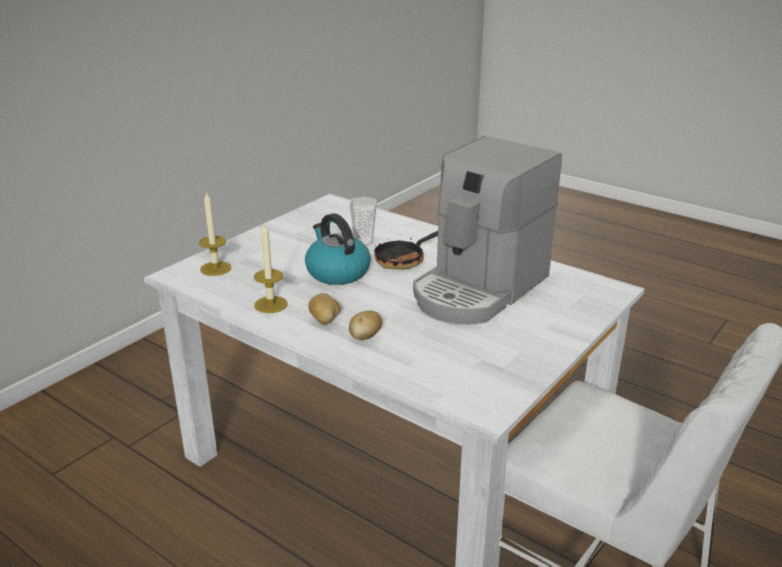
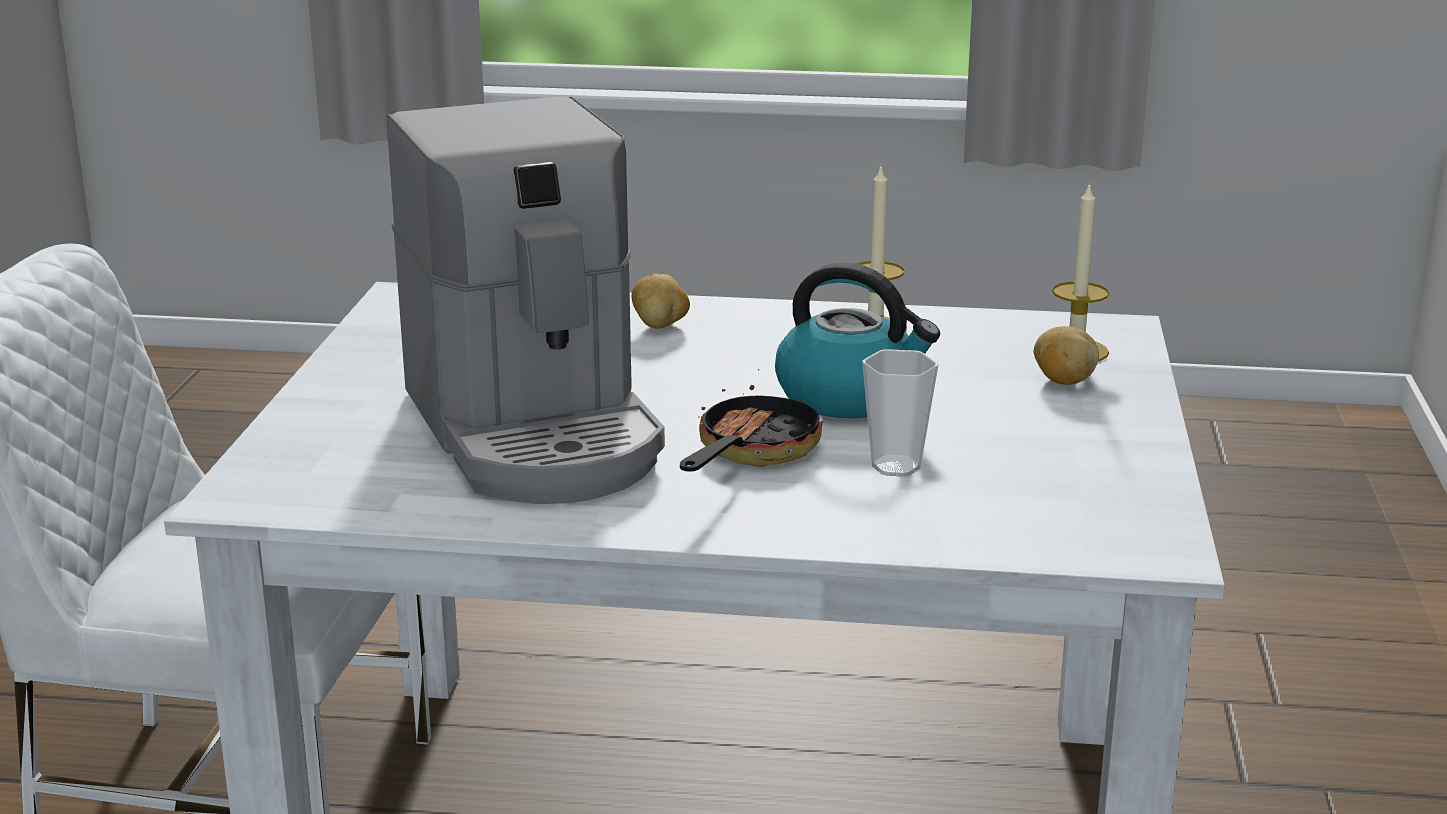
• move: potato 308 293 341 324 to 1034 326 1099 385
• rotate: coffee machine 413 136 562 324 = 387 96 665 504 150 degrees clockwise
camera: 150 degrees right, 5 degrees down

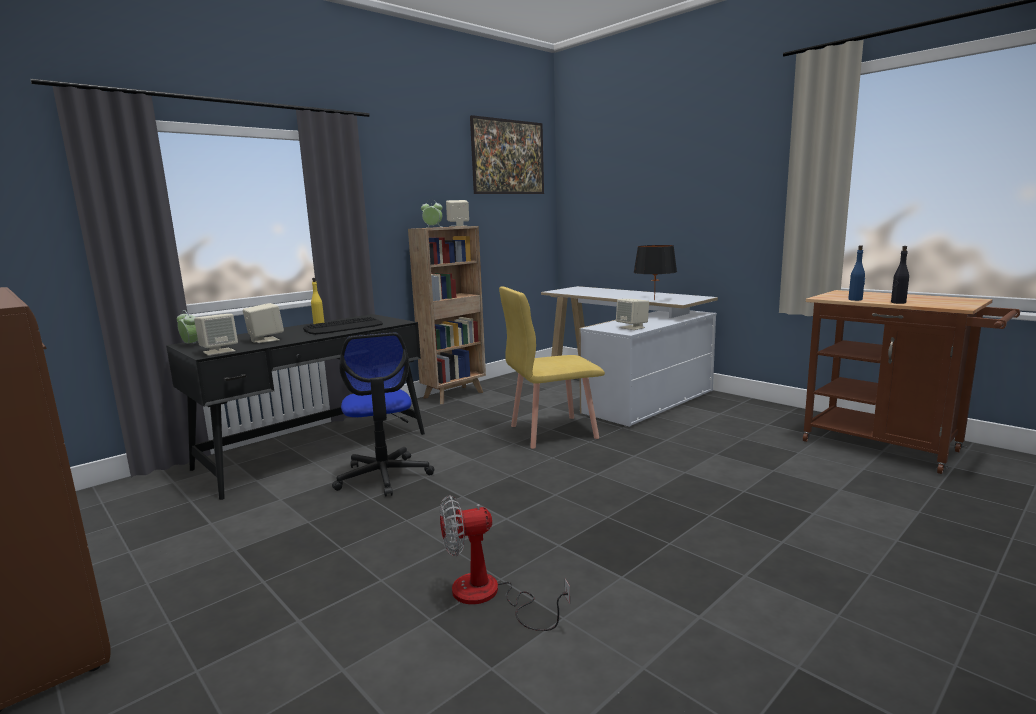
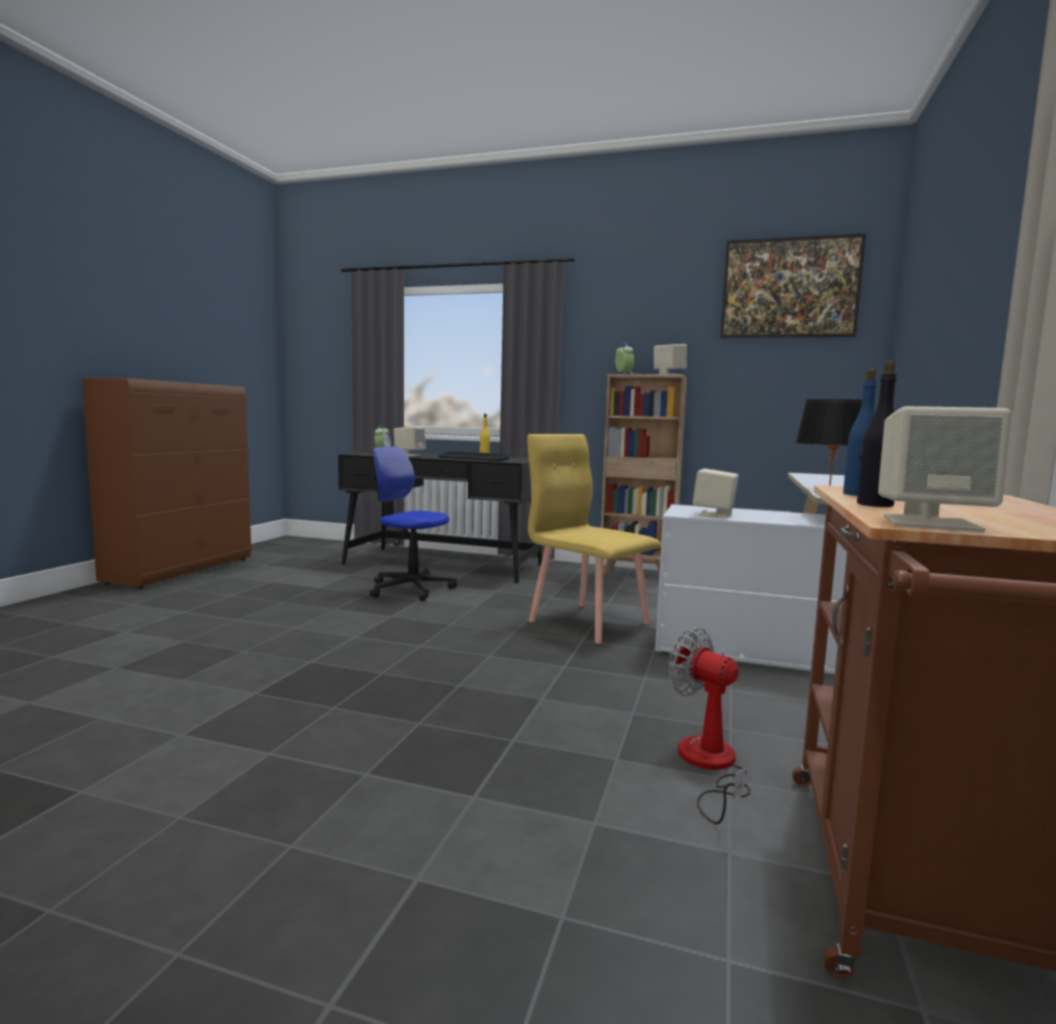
• move: beige speaker 194 314 238 356 to 878 406 1012 531
• move: fan 440 495 570 631 to 669 627 750 824
• rotate: office chair 332 333 434 497 = 370 446 457 601 75 degrees clockwise
camera: 60 degrees right, 5 degrees down

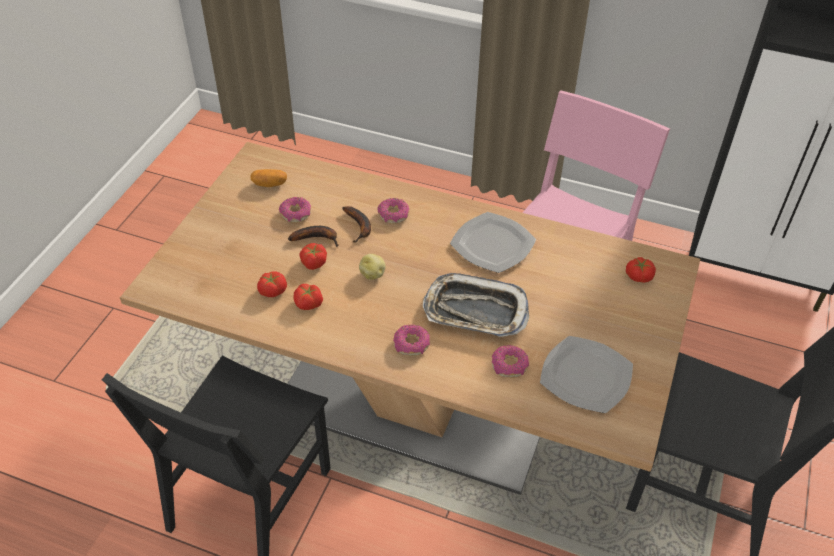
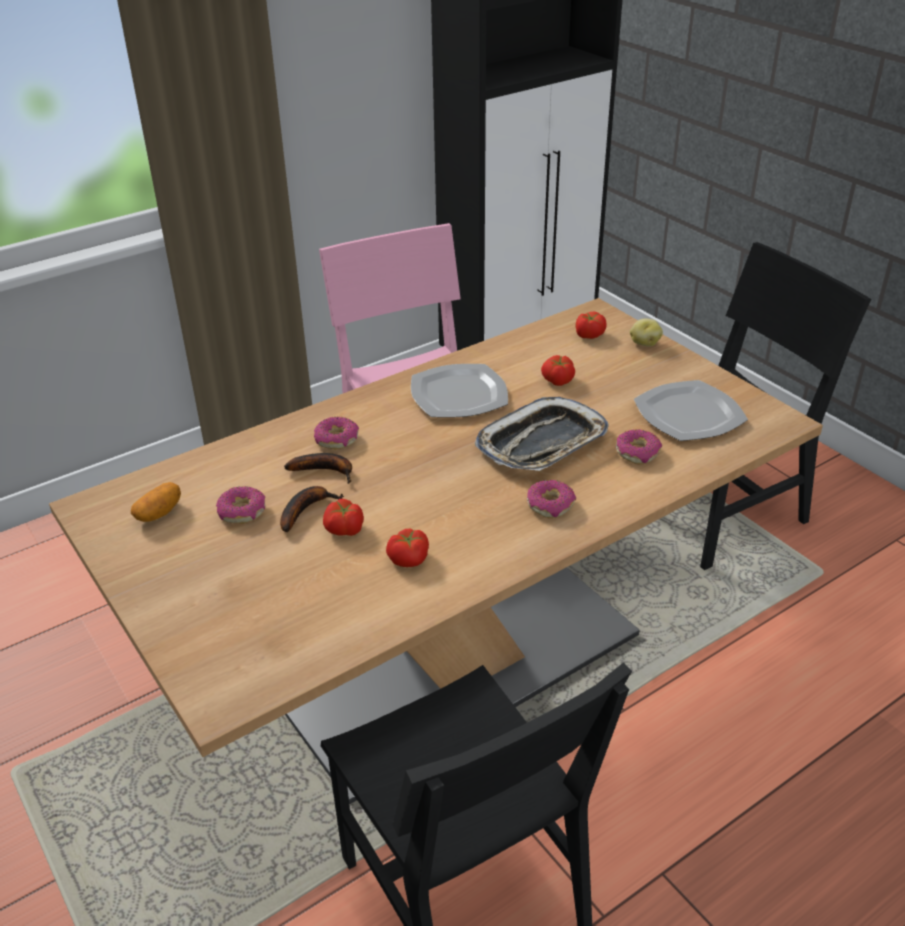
• move: tomato 257 271 287 297 to 541 355 575 386
• move: potato 359 254 386 280 to 630 319 663 347
camera: 55 degrees left, 10 degrees down

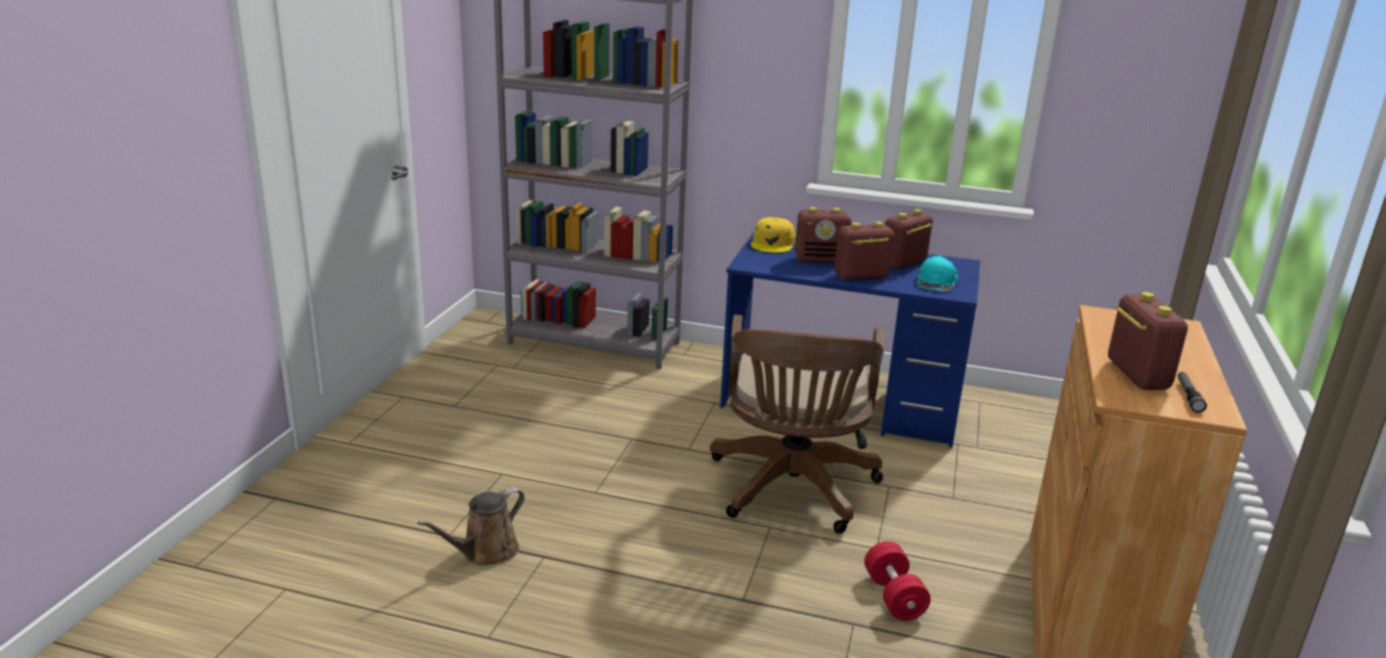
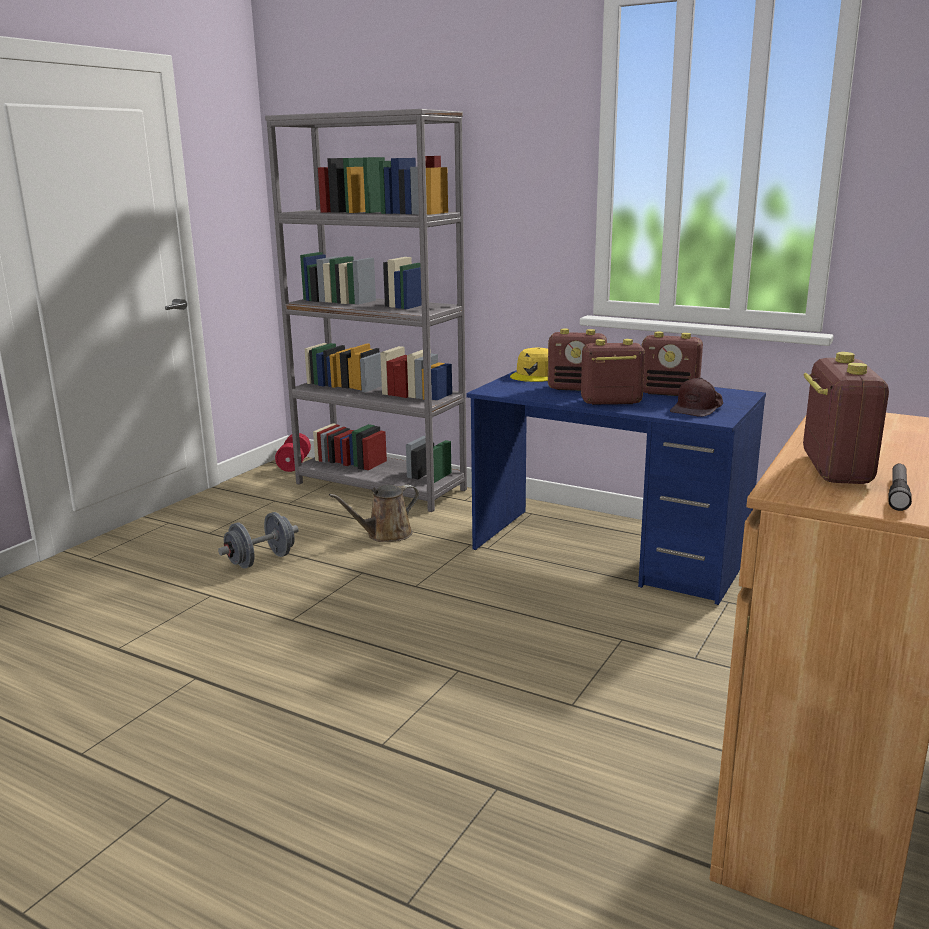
• delete: brown office chair 710 315 885 534
• insert: grey dumbbell 218 512 298 568
• move: brown watering can 418 487 525 566 to 329 485 419 542
• move: red dumbbell 864 541 931 621 to 275 433 311 472
• recolor: turquoise cap 916 255 957 292 to brown cap 670 377 723 417
• rotate: radio 885 209 933 269 = 642 331 703 396 135 degrees counterclockwise
camera: 15 degrees right, 5 degrees down

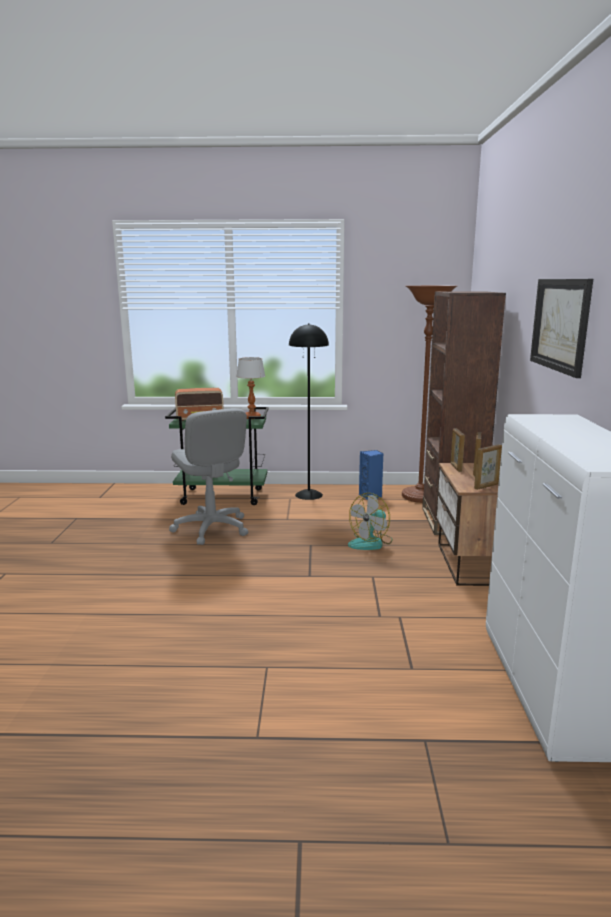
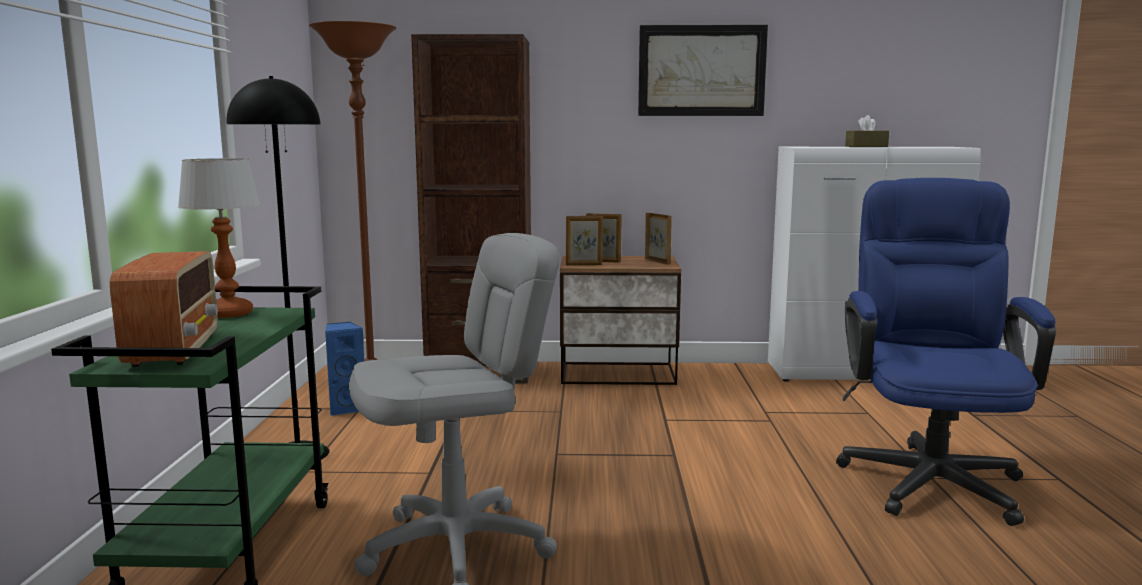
• delete: fan 348 493 393 550
• insert: blue office chair 836 178 1056 526
• insert: brown tissue box 845 115 889 147
camera: 90 degrees left, 5 degrees down

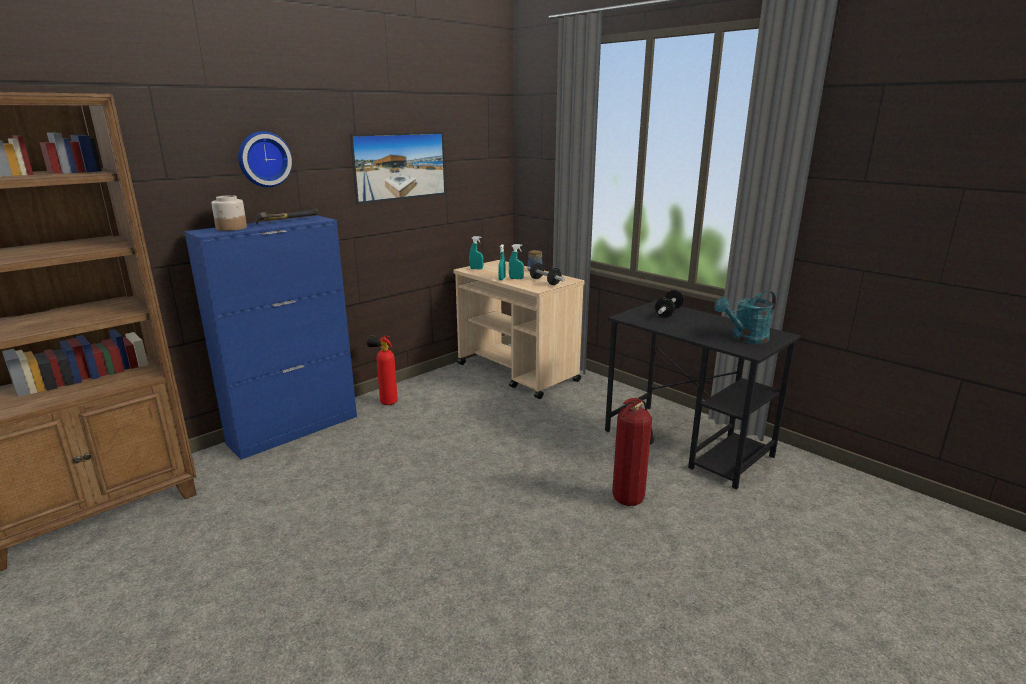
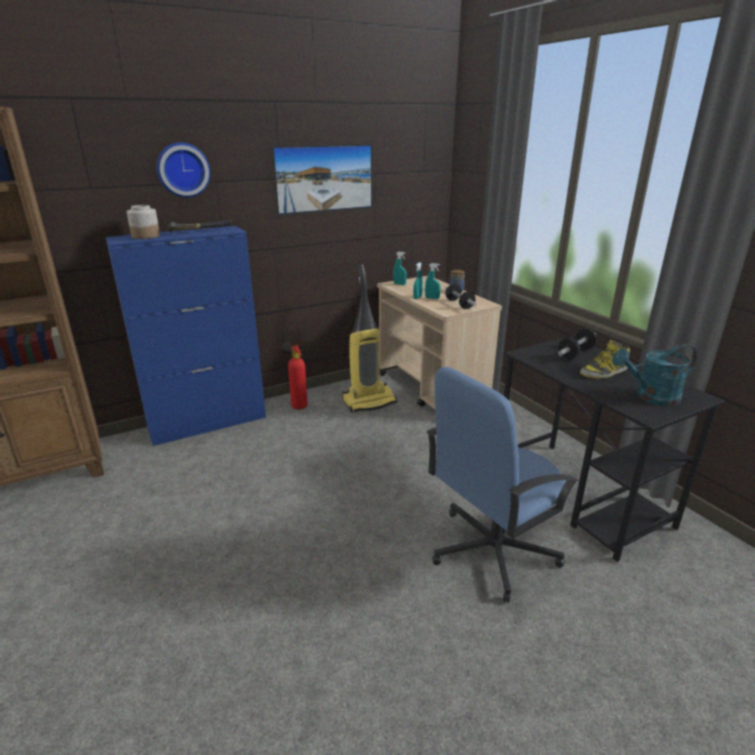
• insert: vacuum cleaner 342 264 397 412
• insert: boot 580 340 630 379
• replace: fire extinguisher 612 398 654 506 to blue office chair 427 367 579 603
camera: 15 degrees right, 5 degrees up

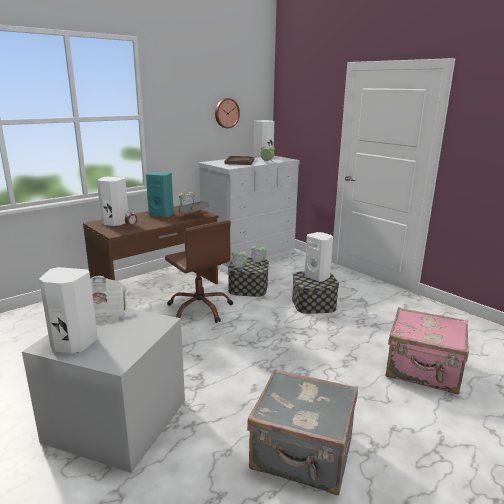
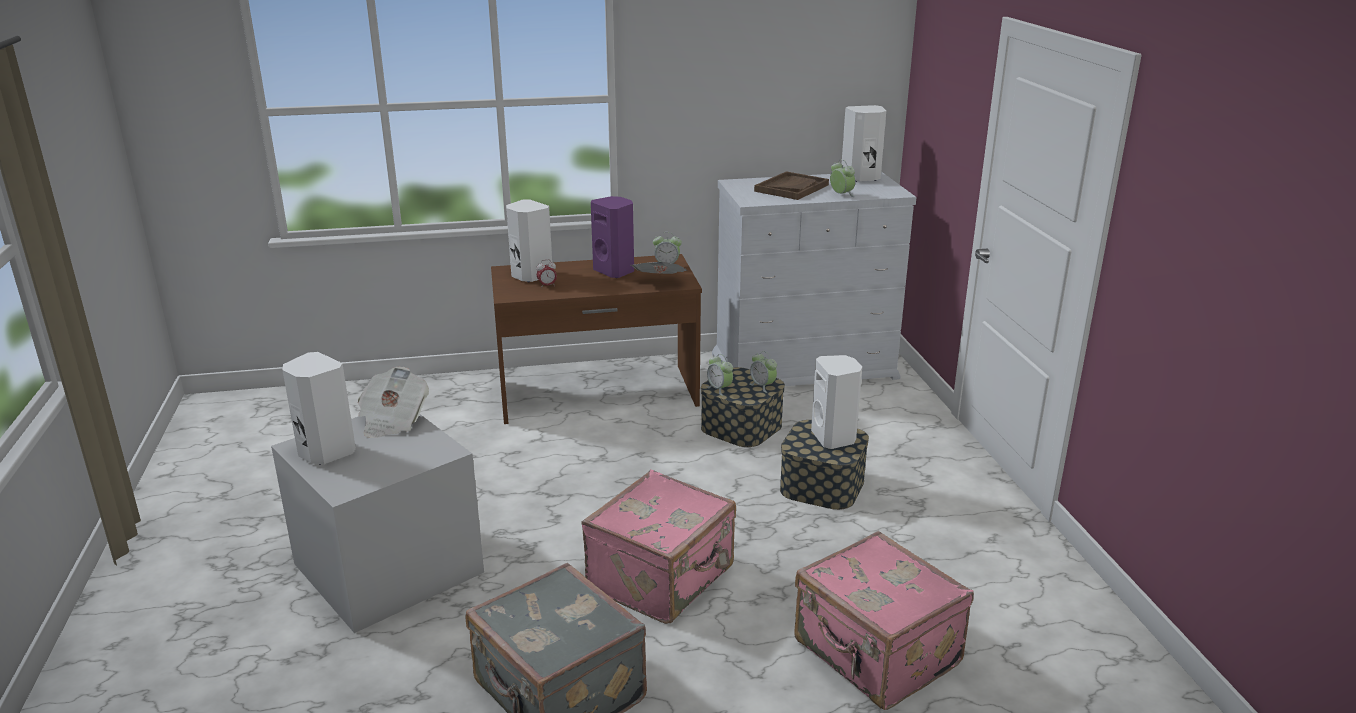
• delete: brown office chair 165 220 233 323
• delete: wall clock 215 98 240 128
• insert: pink suitcase 581 469 736 624
• recolor: turquoise speaker 146 171 174 218 to purple speaker 591 196 634 278
camera: 30 degrees right, 5 degrees up

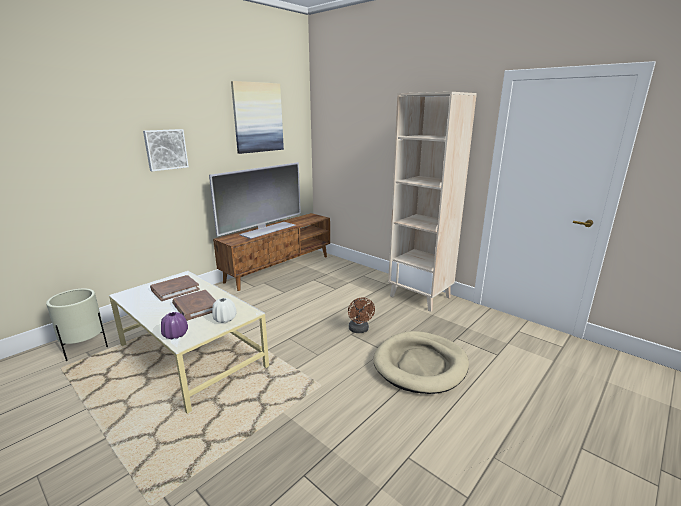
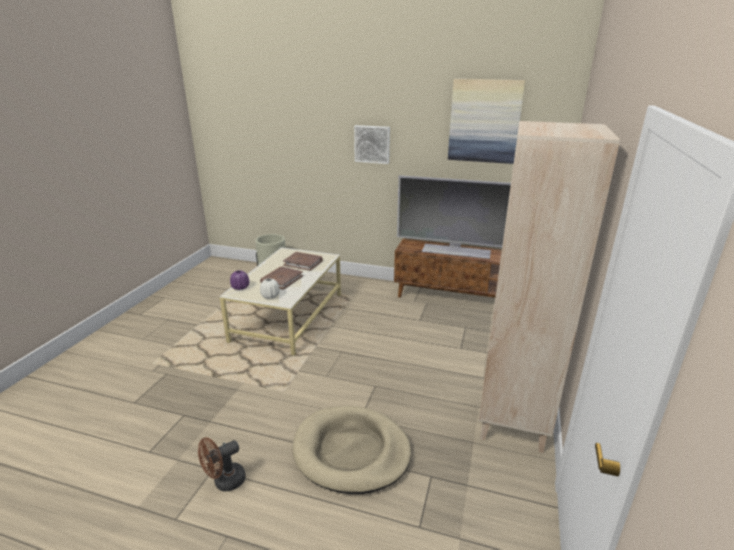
• move: brown fan 348 298 375 333 to 198 437 246 491
camera: 65 degrees right, 5 degrees up

